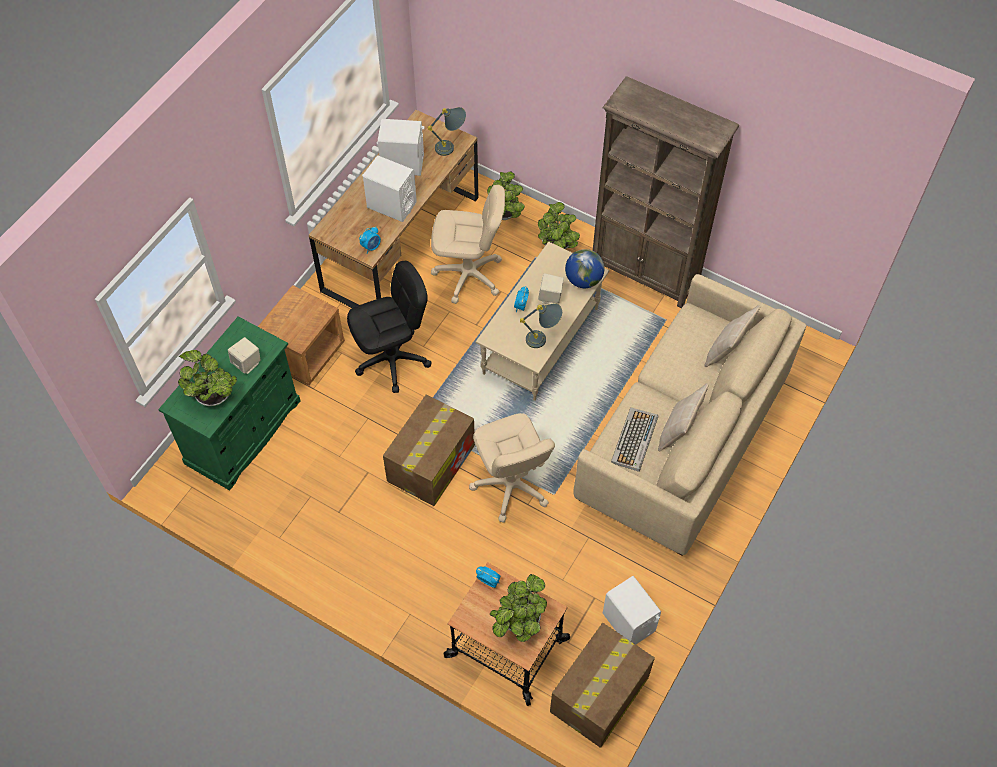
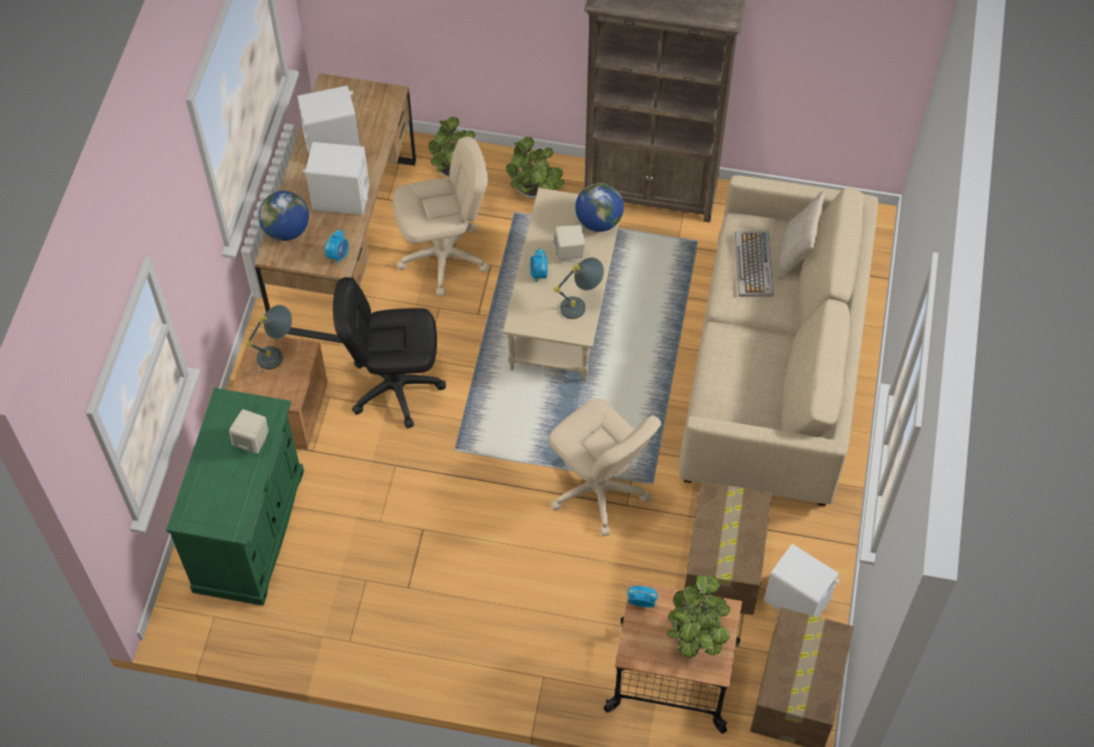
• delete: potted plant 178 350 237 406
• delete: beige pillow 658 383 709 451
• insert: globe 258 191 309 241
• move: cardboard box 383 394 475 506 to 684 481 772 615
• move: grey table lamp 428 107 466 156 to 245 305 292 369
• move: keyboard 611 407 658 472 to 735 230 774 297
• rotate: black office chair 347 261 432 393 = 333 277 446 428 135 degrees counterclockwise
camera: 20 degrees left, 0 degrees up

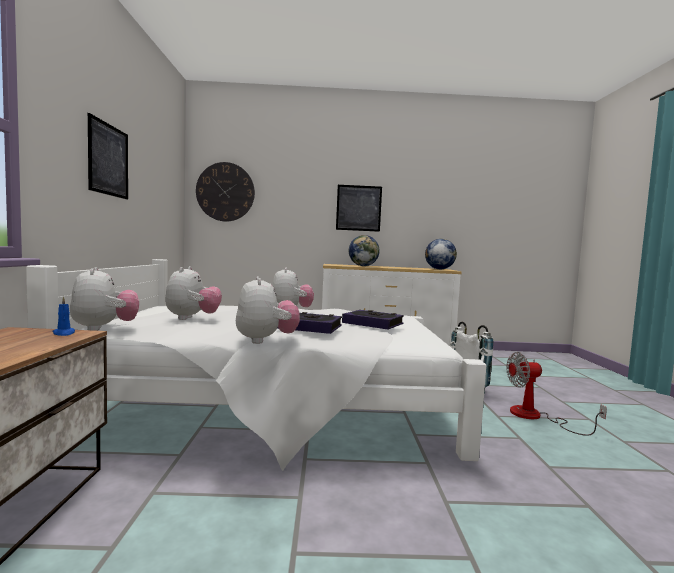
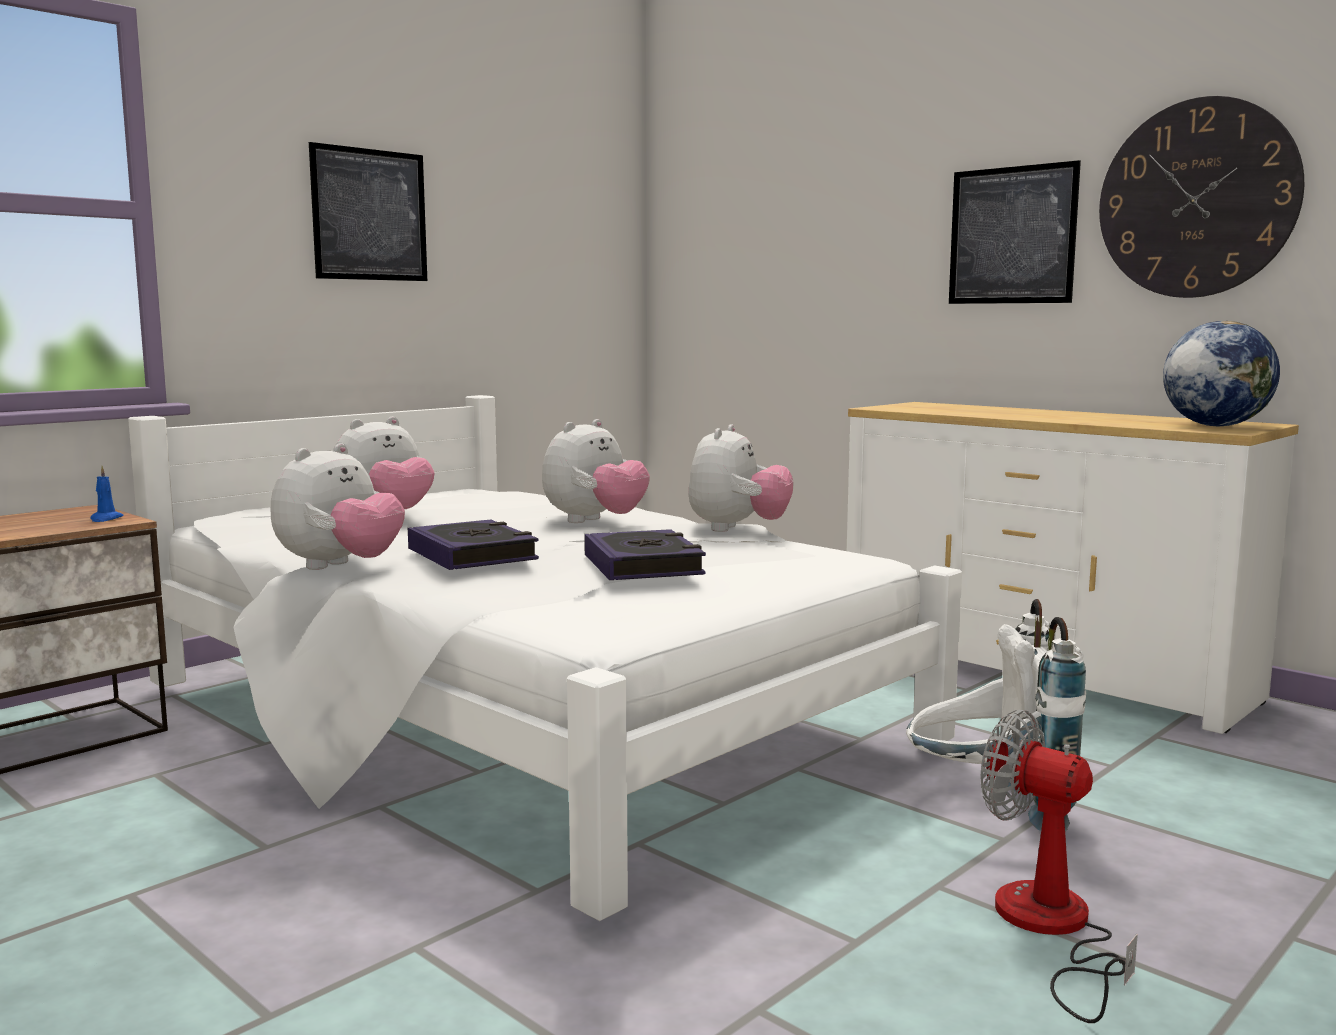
• delete: globe 349 235 380 266
• move: plush toy 70 267 139 331 to 689 424 794 532
• move: wall clock 196 162 255 222 to 1099 96 1304 298
camera: 45 degrees right, 5 degrees up

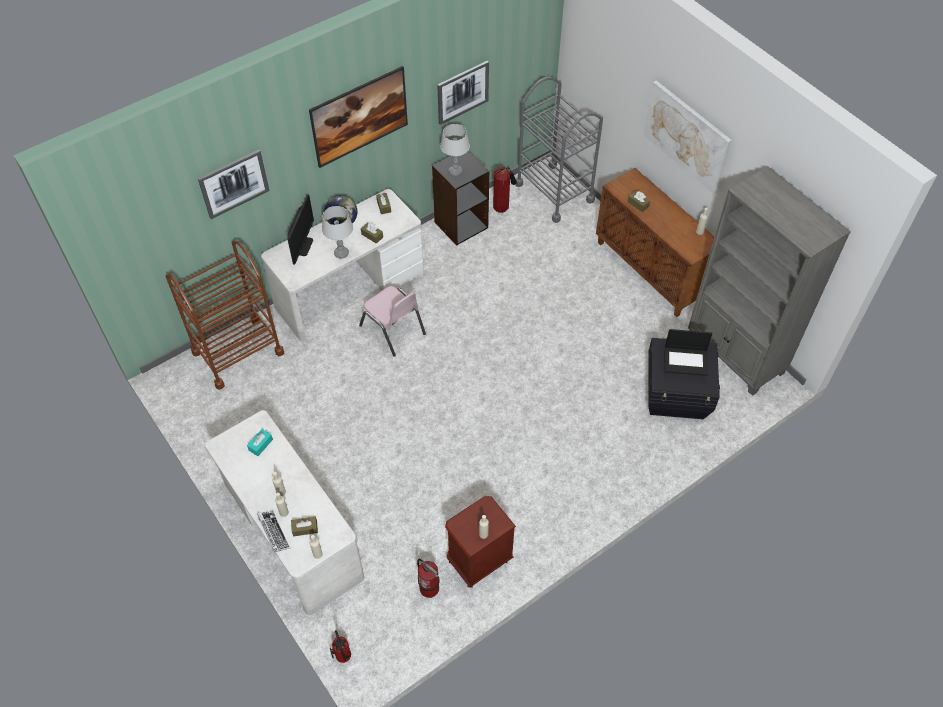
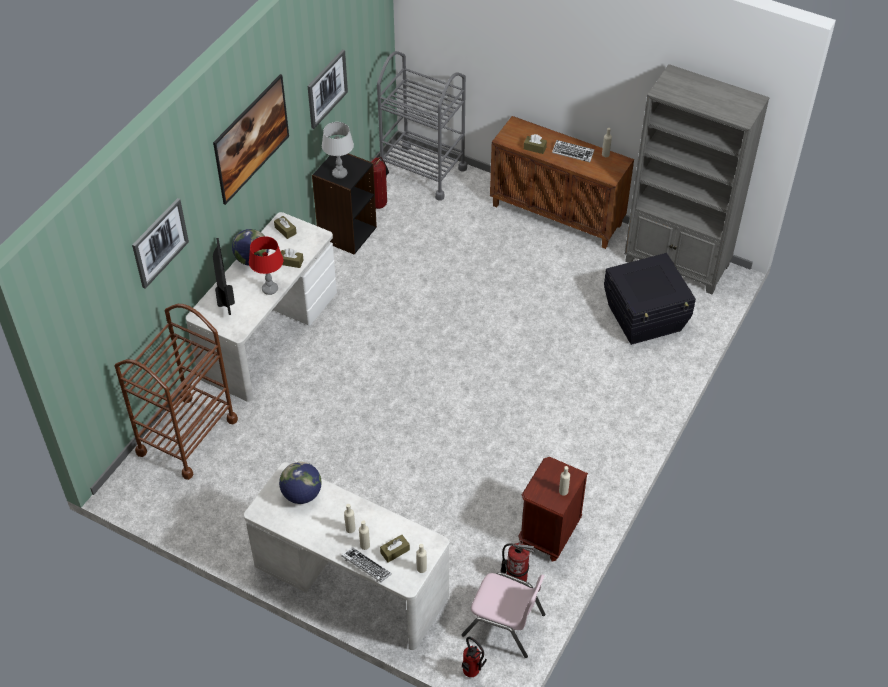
• delete: picture 644 80 732 194
• delete: laptop 664 329 712 376
• insert: keyboard 552 140 594 162
• move: pink chair 359 286 426 357 to 462 572 545 658
• replace: turquoise tissue box 247 429 273 456 to globe 279 462 322 504
• recolor: grey table lamp 322 206 353 259 to red table lamp 249 236 283 295
camera: 25 degrees left, 5 degrees down

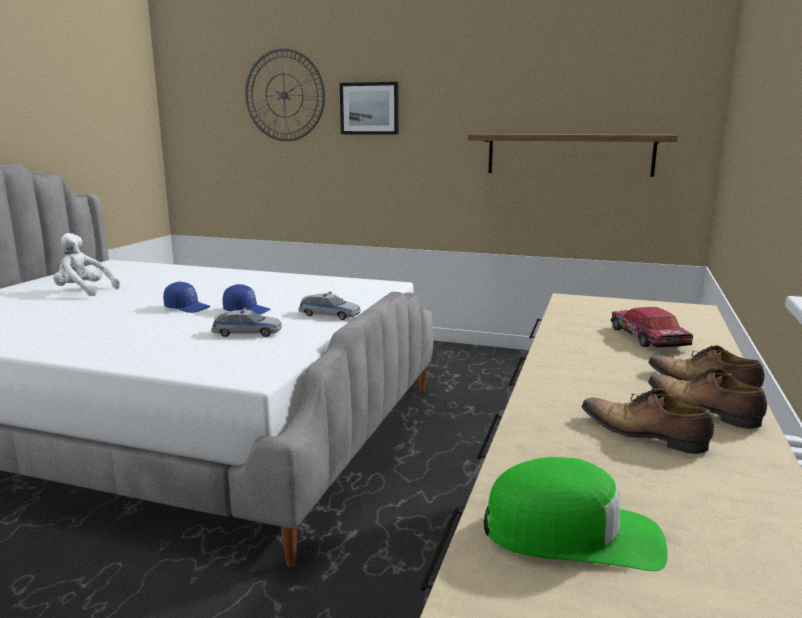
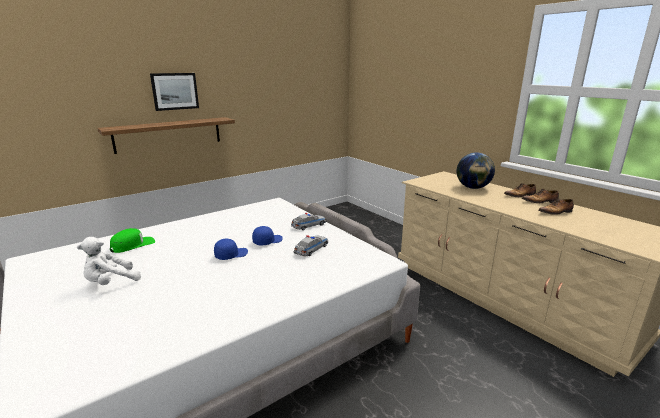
• delete: wall clock 245 48 325 141
• move: shelf 468 134 678 177 to 97 117 235 154
• move: green cap 484 457 667 571 to 110 228 155 253
• replace: toy car 611 307 693 347 to globe 457 152 495 189
camera: 55 degrees left, 5 degrees up

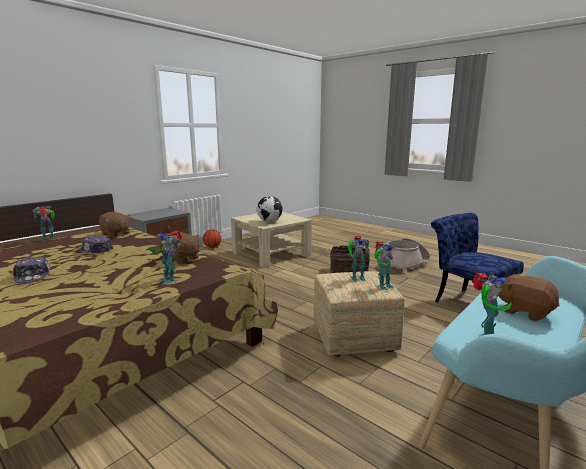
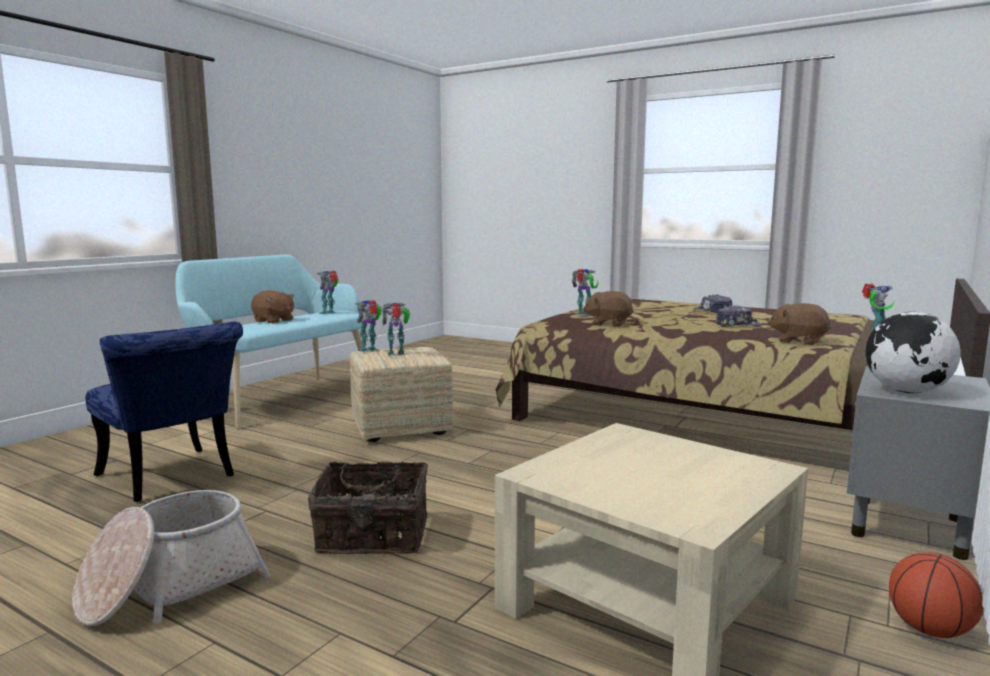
• move: globe 257 196 283 222 to 865 312 961 393
camera: 170 degrees right, 5 degrees down

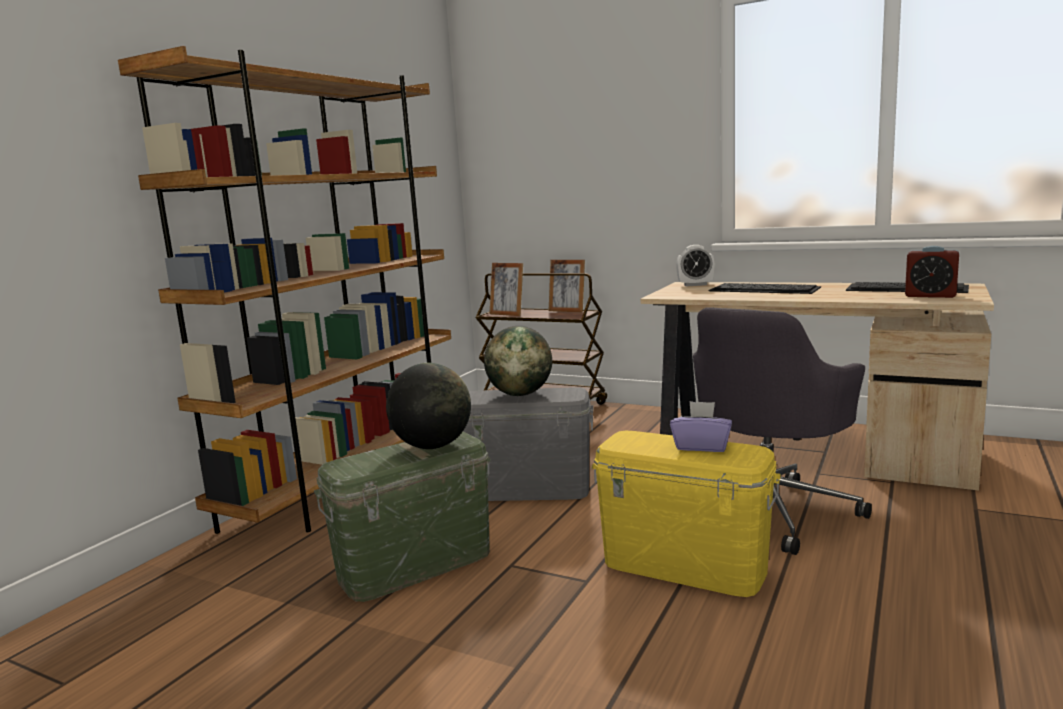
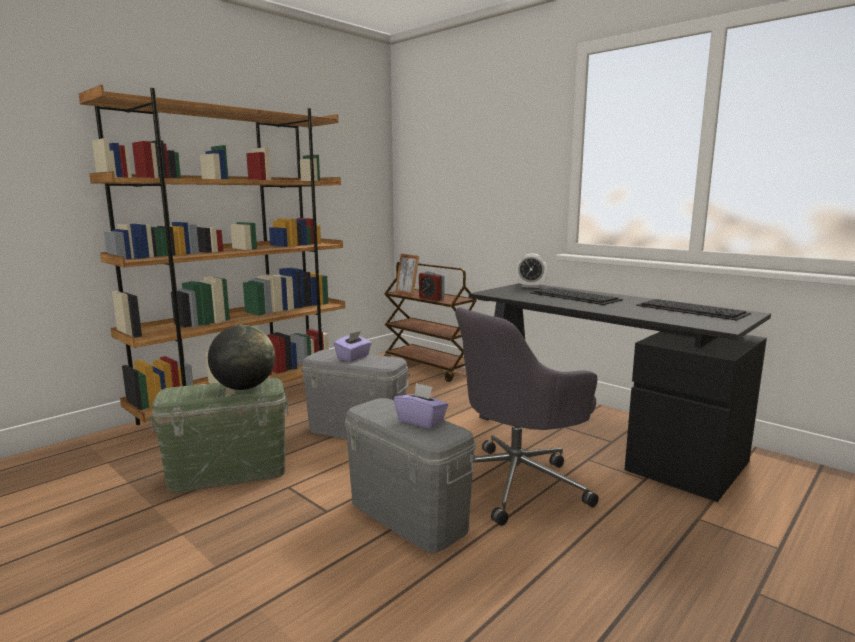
• delete: picture frame 549 260 585 312
• move: alarm clock 905 246 959 298 to 419 271 445 301
• replace: globe 484 326 552 396 to purple tissue box 334 331 372 361
• recolor: yellow storage box 592 431 781 597 to grey storage box 344 398 476 552
• recolor: beige desk 640 282 994 491 to black desk 469 283 771 502
camera: 15 degrees right, 0 degrees up

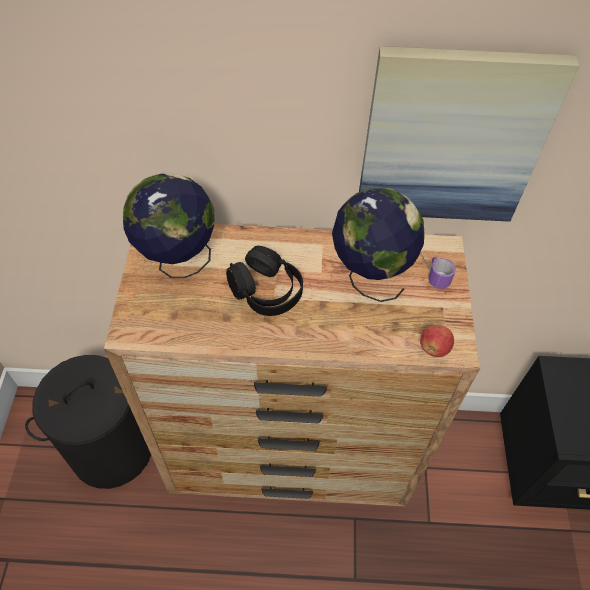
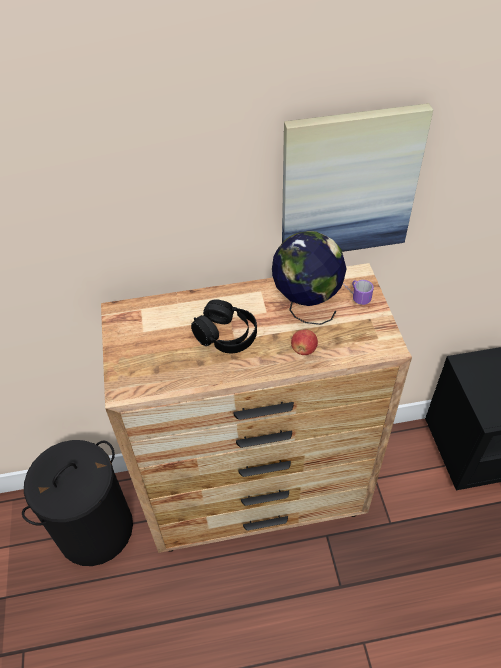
• delete: globe 123 172 215 278
• move: apple 420 325 454 357 to 291 330 318 355
camera: 10 degrees left, 5 degrees down

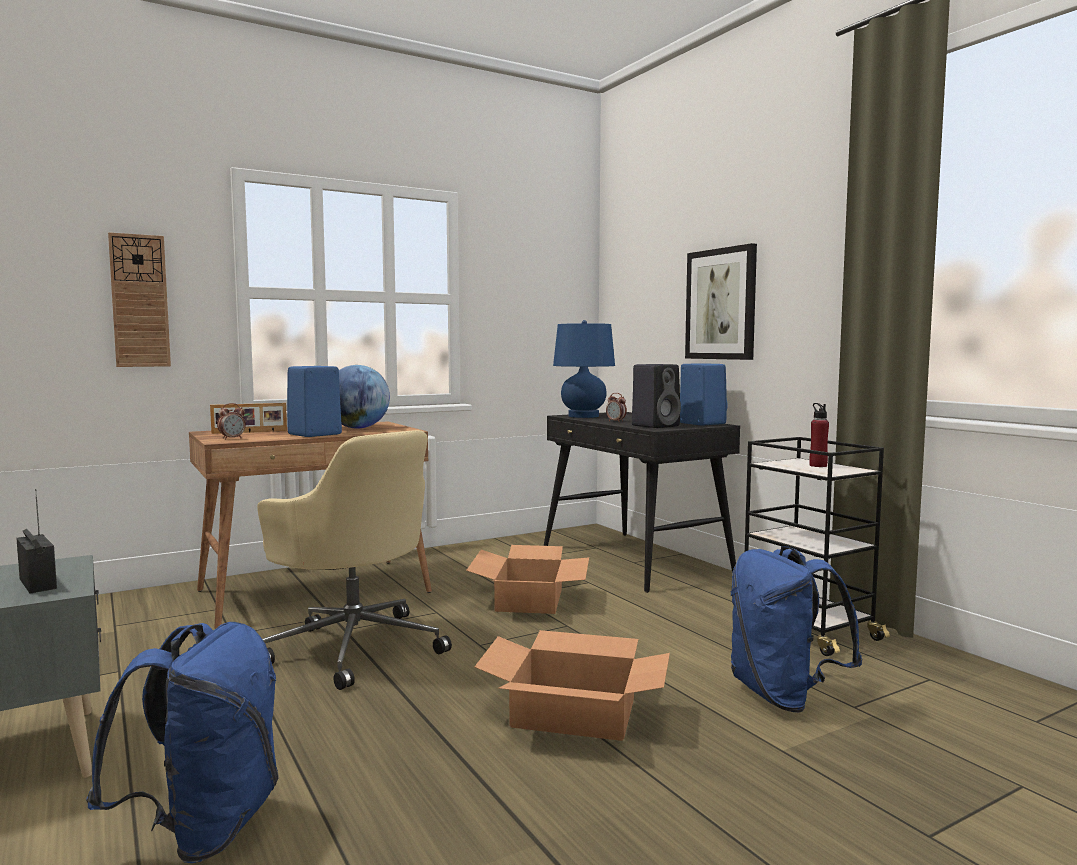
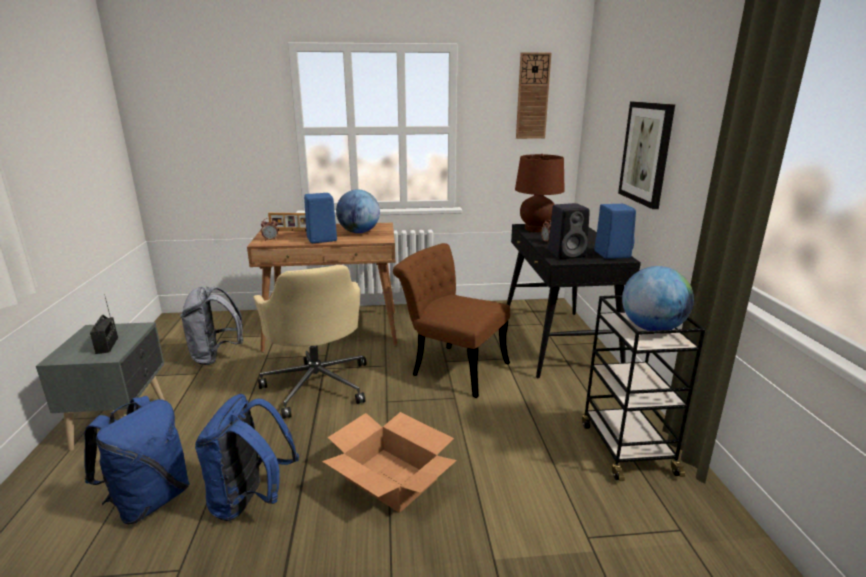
• insert: grey backpack 180 286 243 365
• move: wall clock 108 232 171 367 to 516 52 552 139
• move: blue backpack 731 546 863 712 to 195 394 299 521
• replace: cardboard box 466 545 589 614 to brown chair 393 243 510 398
• replace: red bottle 809 403 829 467 to globe 622 266 694 331
• recolor: blue table lamp 553 320 615 418 to brown table lamp 515 154 565 232
camera: 25 degrees right, 15 degrees up

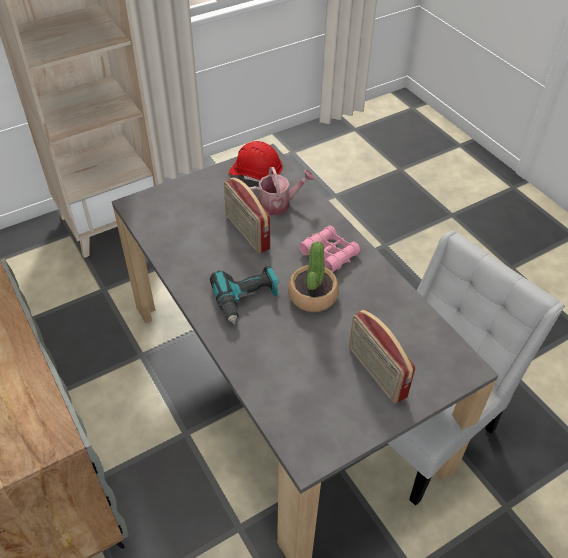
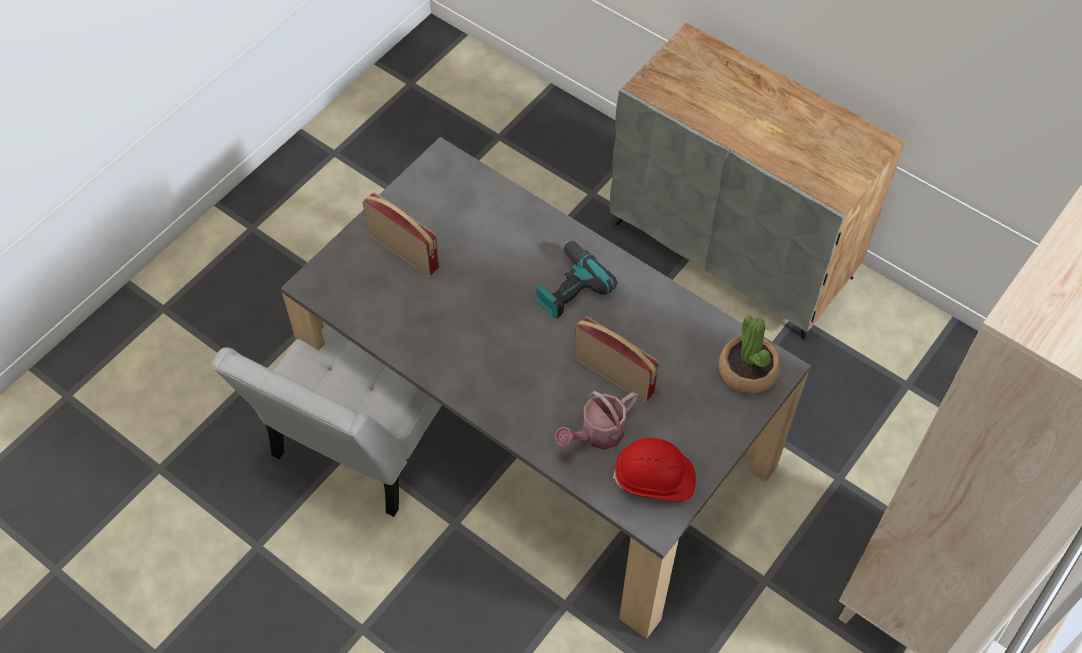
• delete: pink binoculars 299 225 360 272
• move: potted plant 288 241 339 312 to 718 316 781 394
camera: 160 degrees right, 10 degrees up

